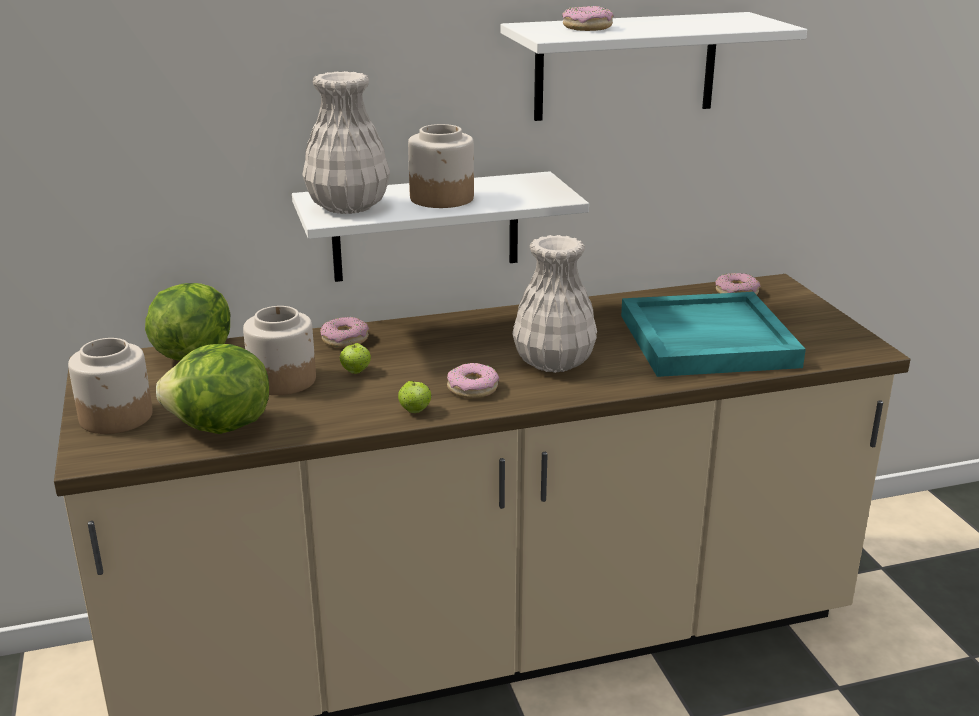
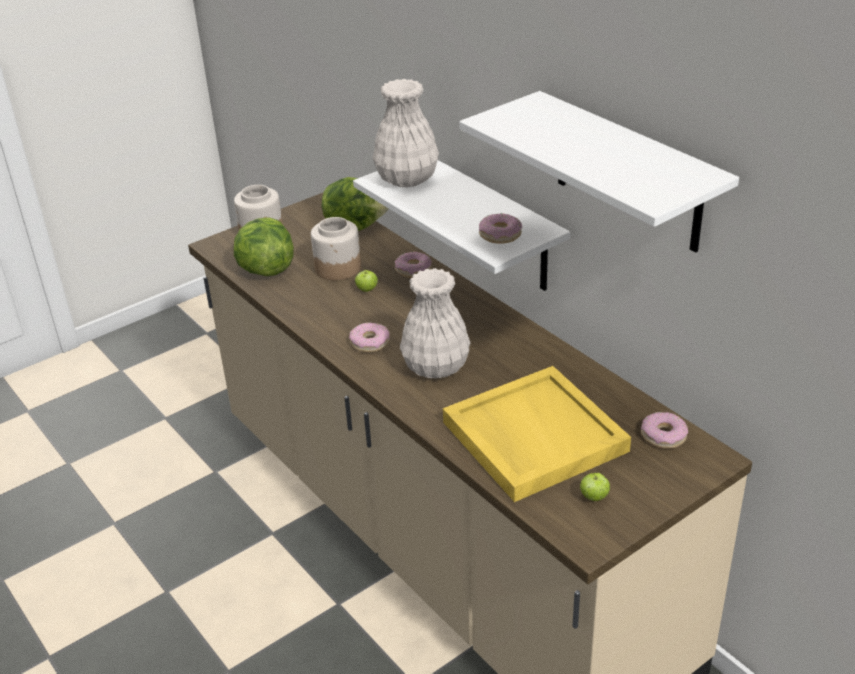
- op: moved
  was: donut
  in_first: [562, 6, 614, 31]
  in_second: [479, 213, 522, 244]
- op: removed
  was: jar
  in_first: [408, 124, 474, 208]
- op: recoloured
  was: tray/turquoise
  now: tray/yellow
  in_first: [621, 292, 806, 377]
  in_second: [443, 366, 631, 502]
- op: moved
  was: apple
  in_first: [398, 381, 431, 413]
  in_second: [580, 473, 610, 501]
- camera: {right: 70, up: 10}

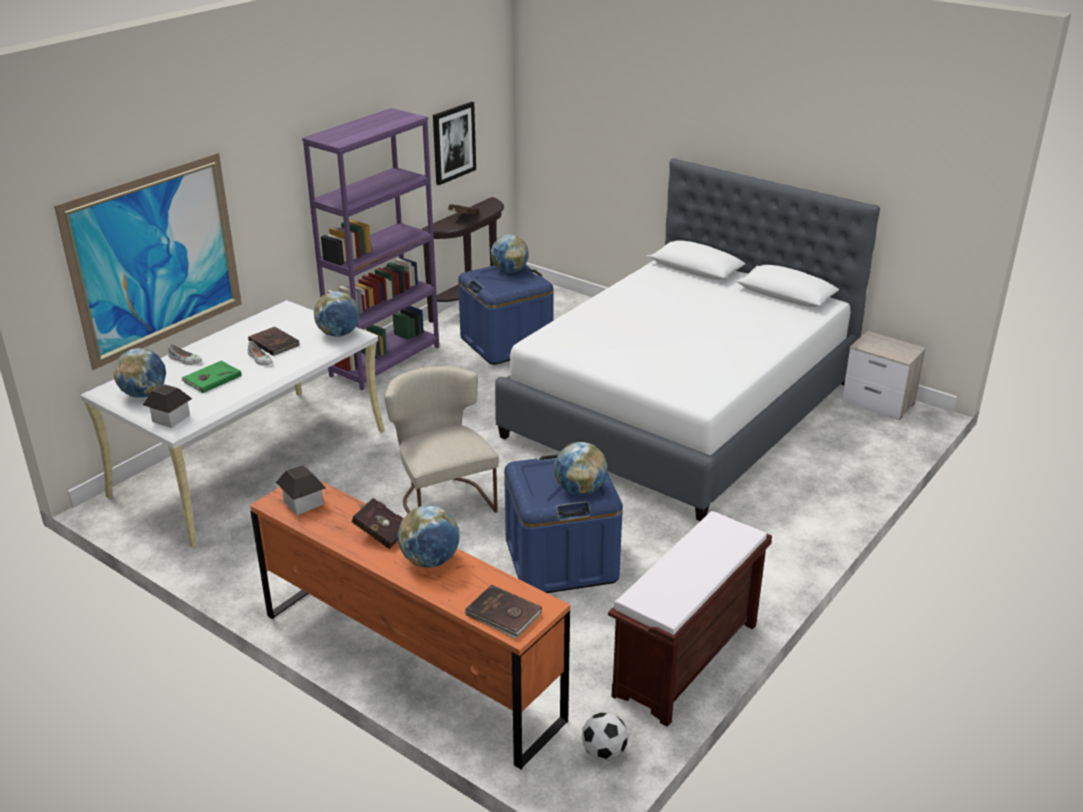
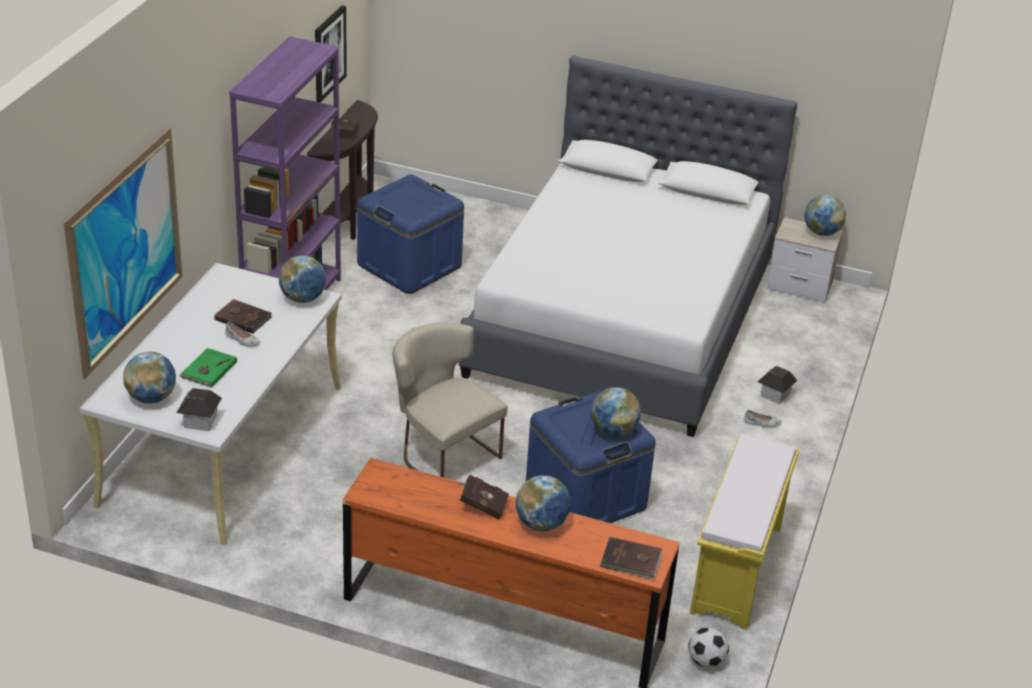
- op: moved
  was: globe
  in_first: [491, 234, 529, 273]
  in_second: [804, 195, 846, 236]
- op: moved
  was: shoe/white
  in_first: [168, 344, 202, 365]
  in_second: [744, 410, 782, 428]
- op: moved
  was: toy house
  in_first: [276, 465, 326, 515]
  in_second: [758, 366, 798, 404]
- op: recoloured
  was: bench/brown
  now: bench/yellow
  in_first: [608, 511, 772, 727]
  in_second: [690, 434, 799, 630]
- camera: {right: -20, up: 5}

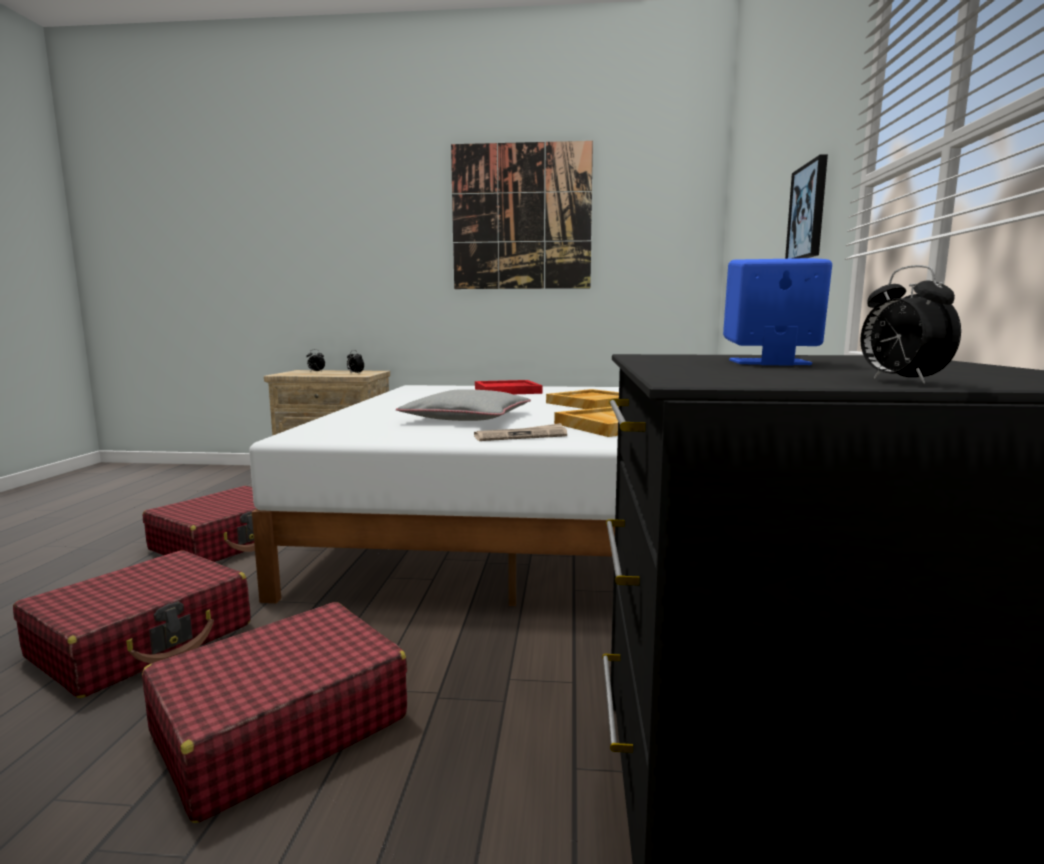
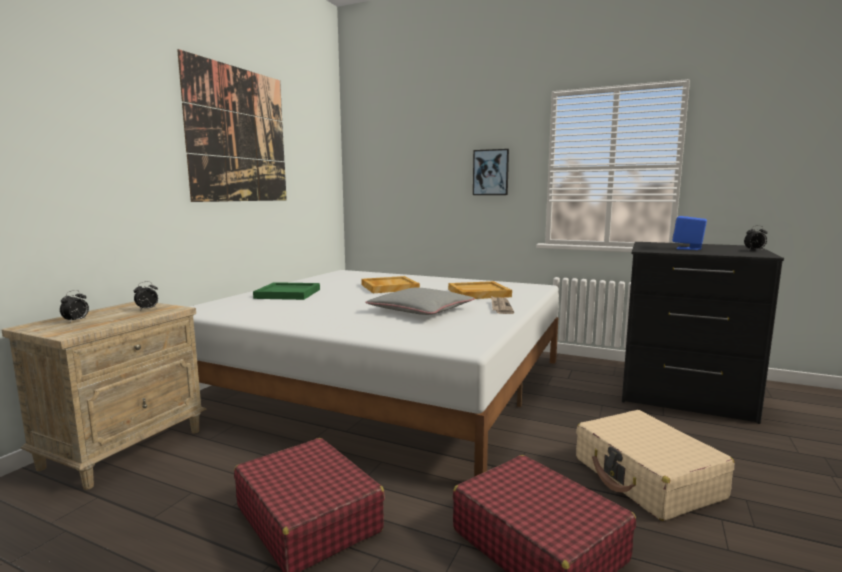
- op: recoloured
  was: tray/red
  now: tray/green
  in_first: [475, 380, 542, 394]
  in_second: [253, 282, 320, 300]
- op: recoloured
  was: suitcase/red
  now: suitcase/beige
  in_first: [142, 602, 407, 823]
  in_second: [576, 410, 734, 521]
- camera: {right: -70, up: 0}

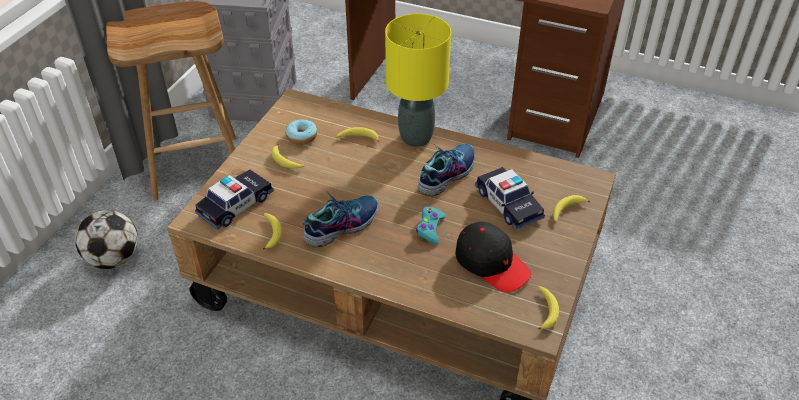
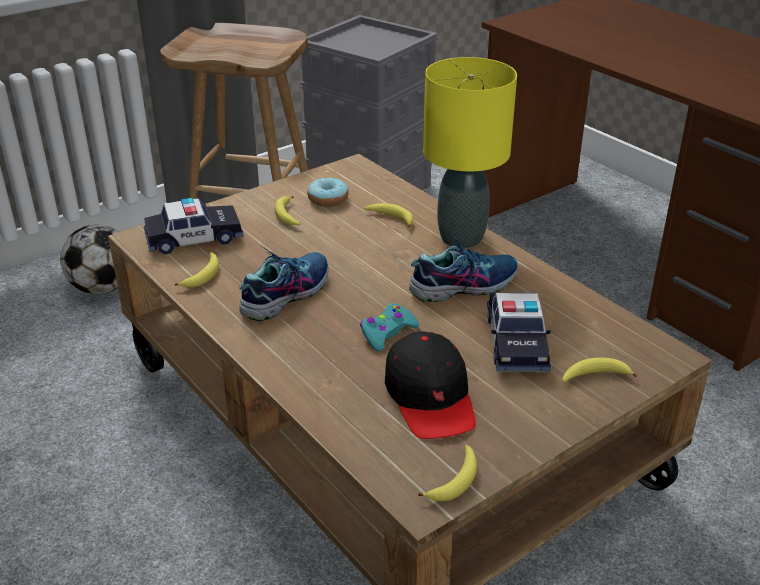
- op: turned
  was: shoe
  in_first: [302, 191, 378, 247]
  in_second: [239, 246, 329, 321]
  clockwise: -45
- camera: {right: 30, up: -10}

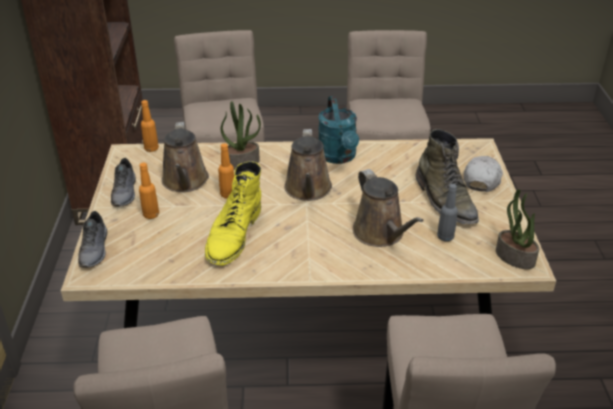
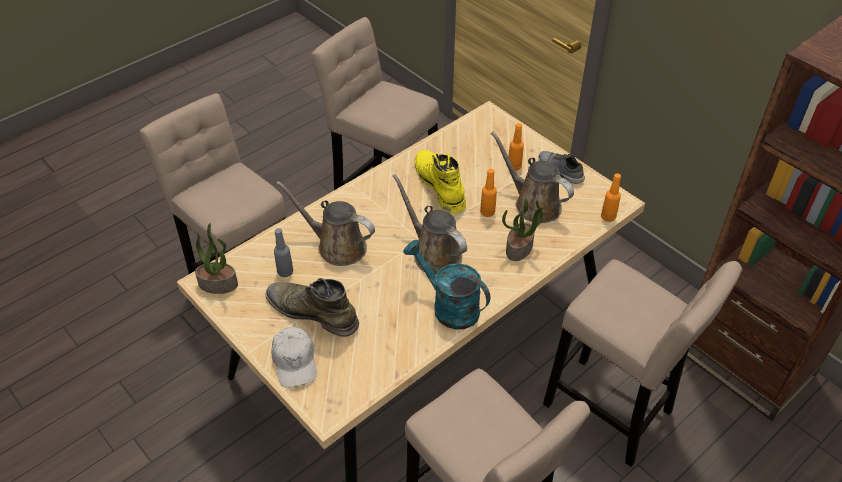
- op: removed
  was: shoe/grey
  in_first: [78, 211, 107, 268]
- camera: {right: 140, up: 10}

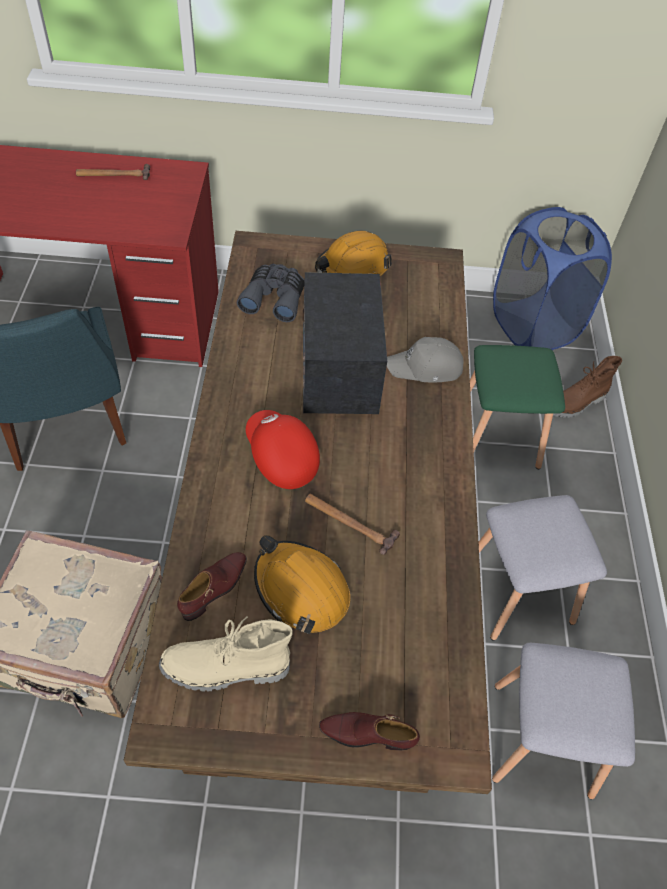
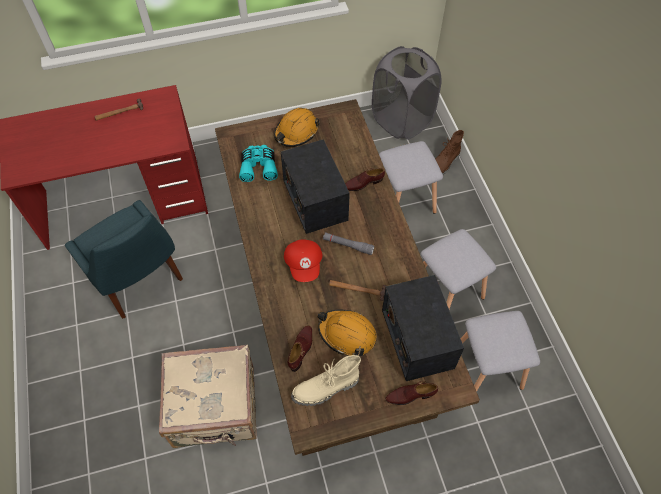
- op: recoloured
  was: laundry basket/blue
  now: laundry basket/grey
  in_first: [493, 207, 612, 350]
  in_second: [372, 46, 442, 140]
- op: recoloured
  was: binoculars/grey
  now: binoculars/turquoise
  in_first: [237, 264, 305, 322]
  in_second: [239, 145, 278, 182]
- op: replaced
  was: cap/grey
  now: shoe/brown
  in_first: [387, 337, 464, 383]
  in_second: [346, 168, 385, 191]
- op: recoloured
  was: stool/green
  now: stool/grey
  in_first: [470, 345, 565, 469]
  in_second: [379, 141, 443, 214]
- op: turned
  was: cap/red
  in_first: [246, 410, 320, 489]
  in_second: [284, 239, 322, 282]
  clockwise: -135
- op: added
  now: flashlight/grey
  in_second: [323, 232, 374, 255]
- op: added
  now: radio
  in_second: [382, 275, 464, 381]
- camera: {right: -15, up: 5}

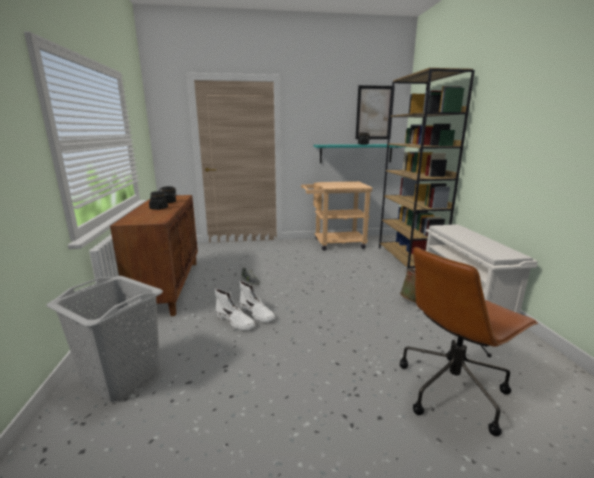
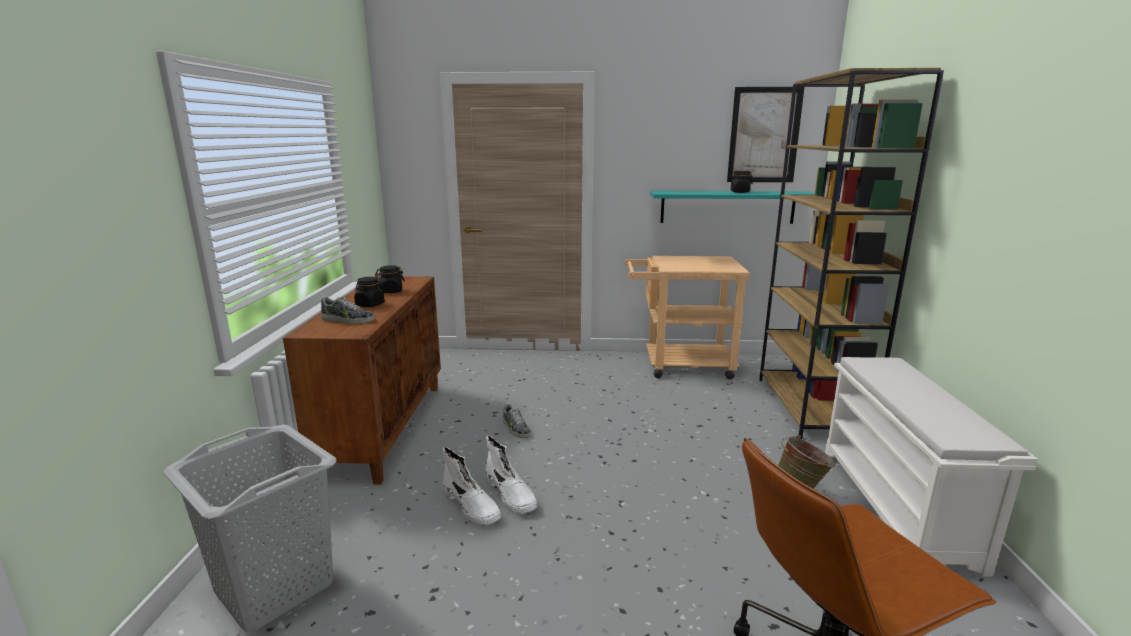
- op: added
  now: shoe
  in_second: [321, 296, 375, 324]
- camera: {right: 10, up: 0}

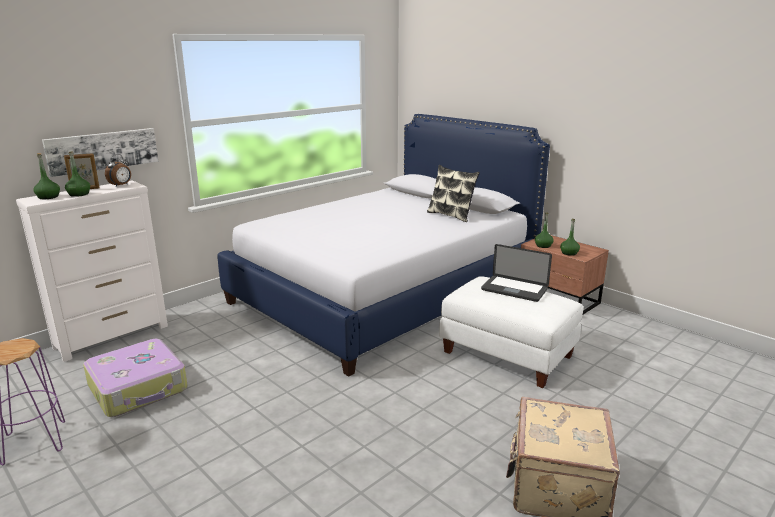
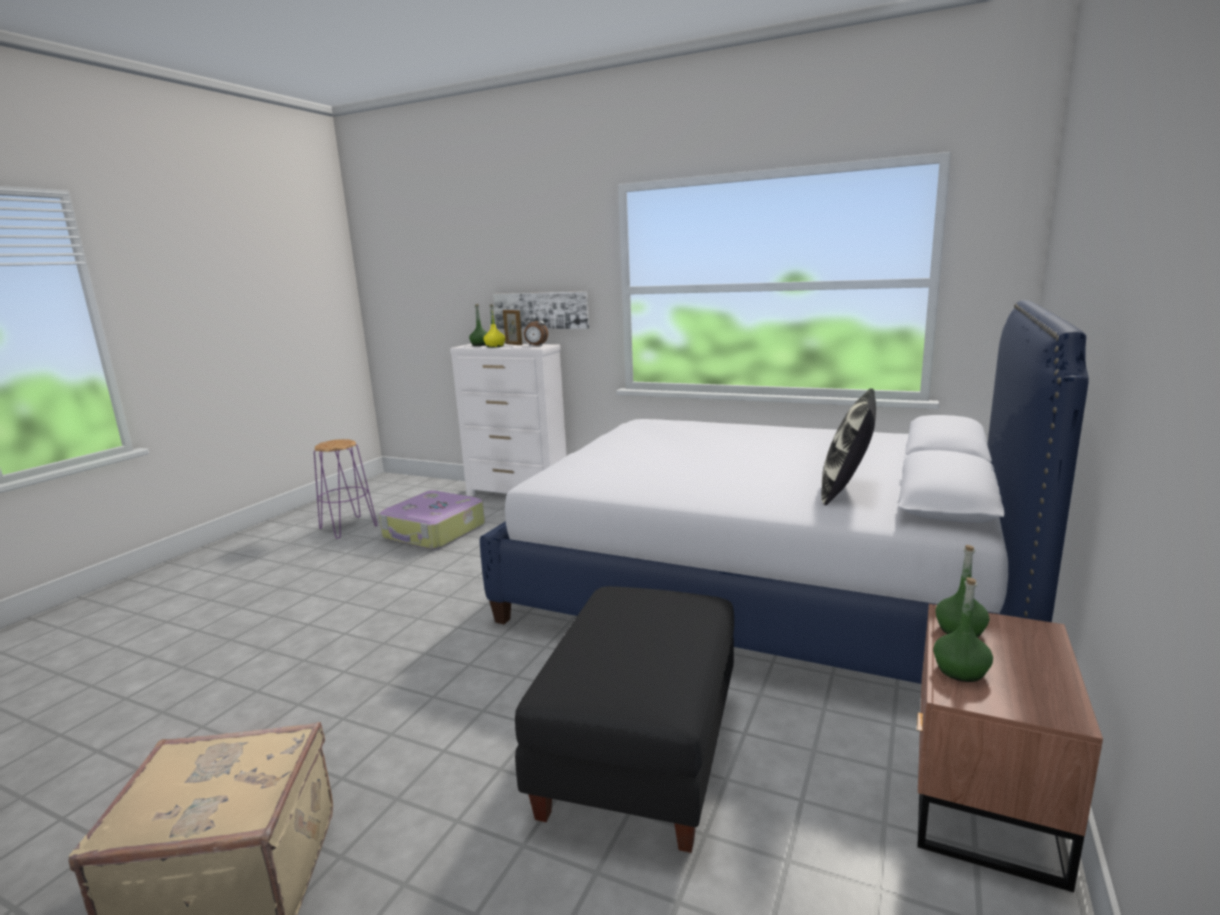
- op: recoloured
  was: bottle/green
  now: bottle/yellow
  in_first: [65, 151, 90, 197]
  in_second: [483, 305, 505, 348]
- op: removed
  was: laptop
  in_first: [481, 244, 552, 302]
- op: recoloured
  was: ottoman/white
  now: ottoman/black
  in_first: [439, 276, 583, 388]
  in_second: [515, 586, 734, 853]
- camera: {right: 70, up: -5}

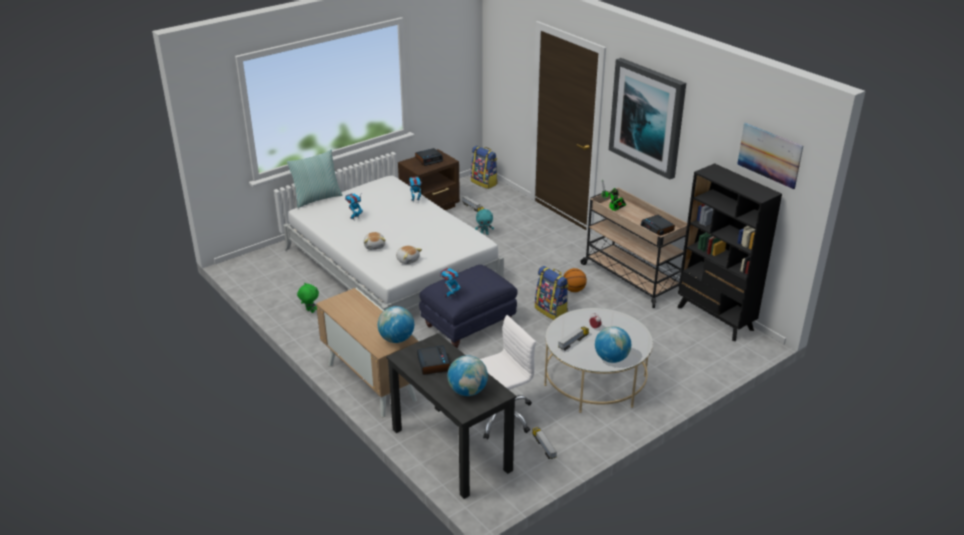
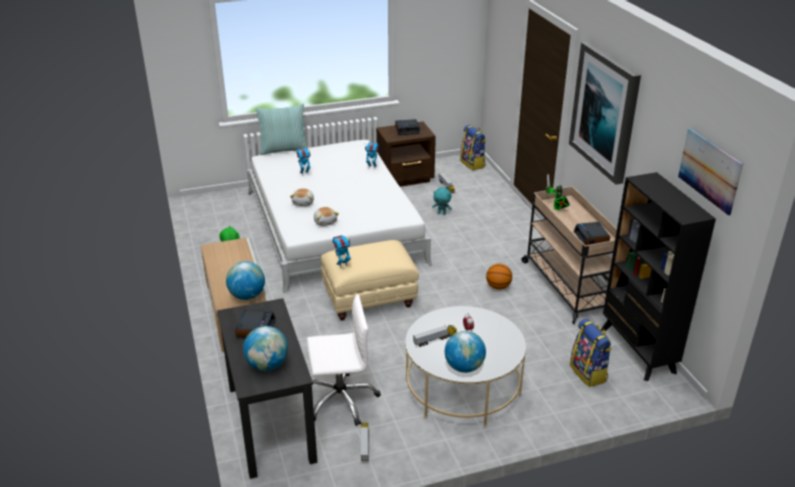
- op: recoloured
  was: ottoman/blue
  now: ottoman/beige
  in_first: [419, 265, 518, 348]
  in_second: [320, 240, 419, 321]
- op: moved
  was: backpack
  in_first: [535, 266, 569, 320]
  in_second: [570, 319, 612, 387]
- camera: {right: 20, up: 0}

